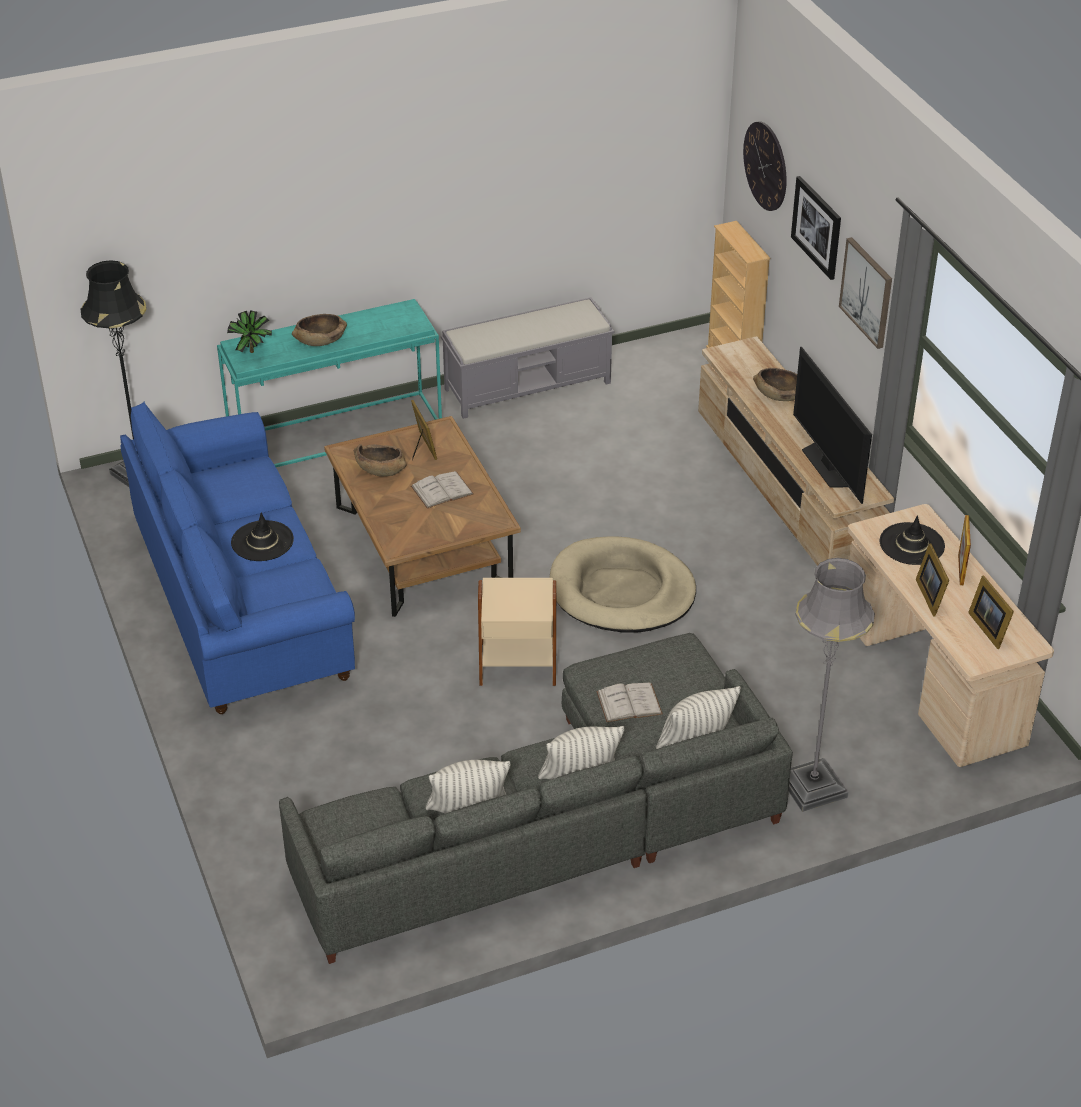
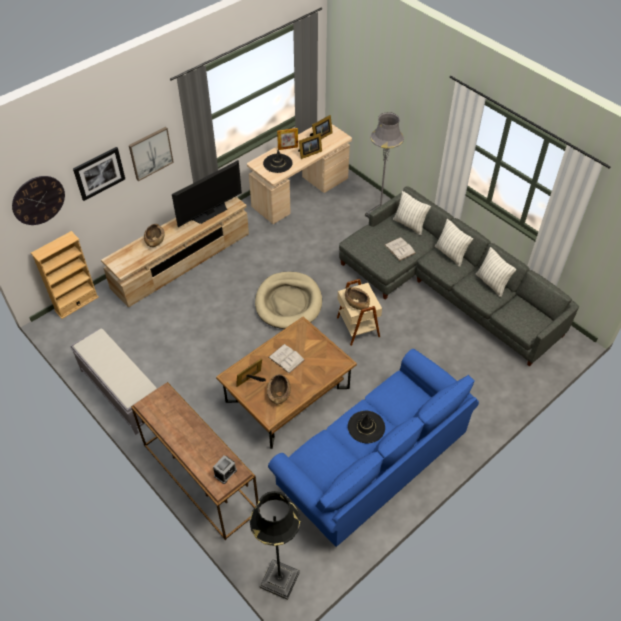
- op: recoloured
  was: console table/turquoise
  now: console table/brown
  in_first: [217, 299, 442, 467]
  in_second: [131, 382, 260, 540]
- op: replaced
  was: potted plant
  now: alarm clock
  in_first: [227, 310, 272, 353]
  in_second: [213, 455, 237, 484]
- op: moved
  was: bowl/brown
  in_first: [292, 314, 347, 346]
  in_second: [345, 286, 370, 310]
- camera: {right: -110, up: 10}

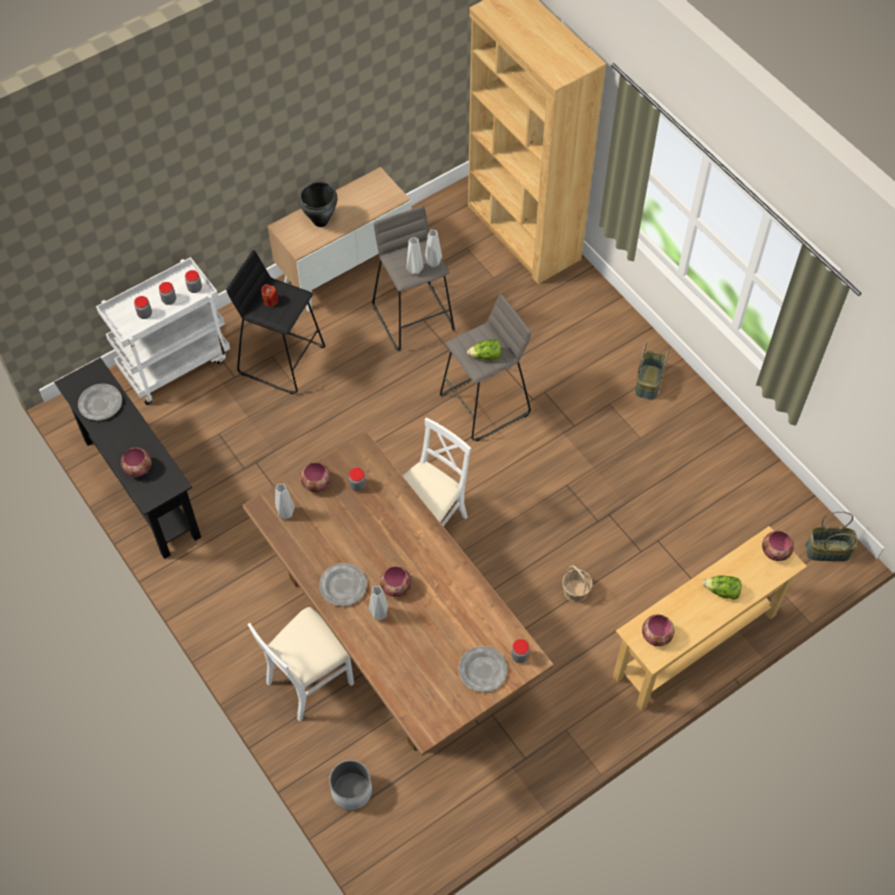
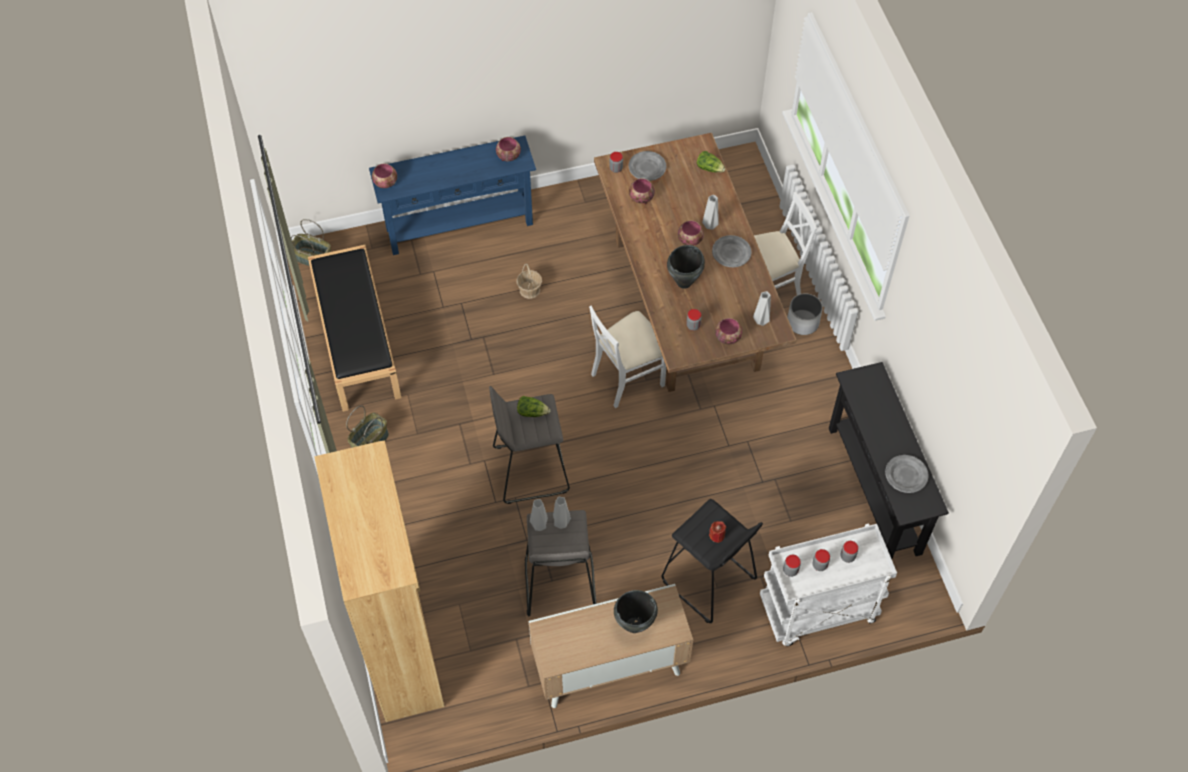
- op: moved
  was: bowl
  in_first: [121, 448, 152, 477]
  in_second: [629, 178, 655, 204]
- op: recoloured
  was: console table/beige
  now: console table/blue
  in_first: [613, 526, 807, 711]
  in_second: [369, 136, 536, 255]
- op: moved
  was: lettuce
  in_first: [703, 575, 742, 600]
  in_second: [697, 151, 726, 172]
- op: moved
  was: planter/white
  in_first: [329, 760, 372, 810]
  in_second: [787, 293, 823, 335]
- op: added
  now: bench/black
  in_second: [308, 245, 402, 412]
- op: added
  now: cooking pot/black
  in_second: [667, 245, 705, 289]
- camera: {right: -160, up: 0}

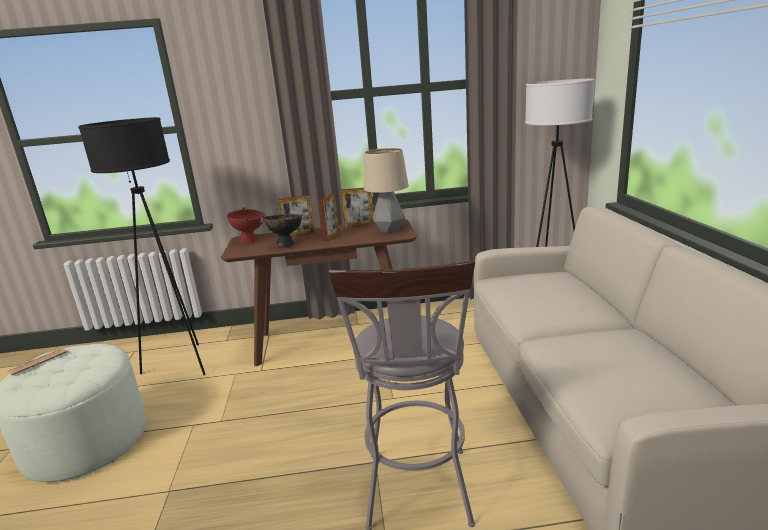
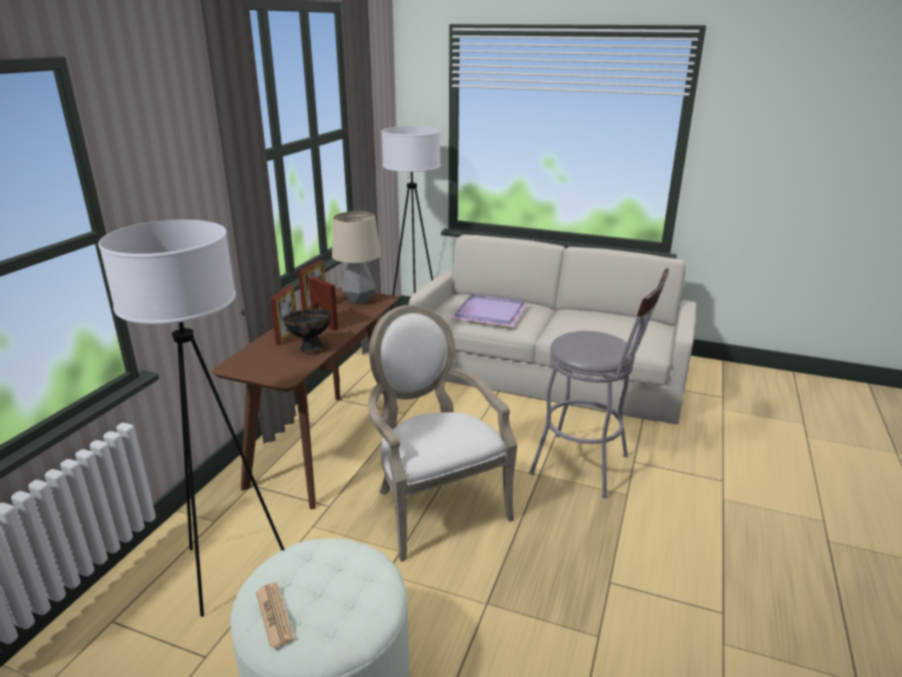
- op: recoloured
  was: floor lamp/black
  now: floor lamp/white
  in_first: [78, 117, 206, 375]
  in_second: [98, 220, 285, 617]
- op: removed
  was: bowl/red
  in_first: [227, 207, 265, 243]
- op: added
  now: tray/purple
  in_second: [450, 293, 528, 327]
- op: added
  now: armchair
  in_second: [368, 305, 517, 562]
- camera: {right: -65, up: 5}

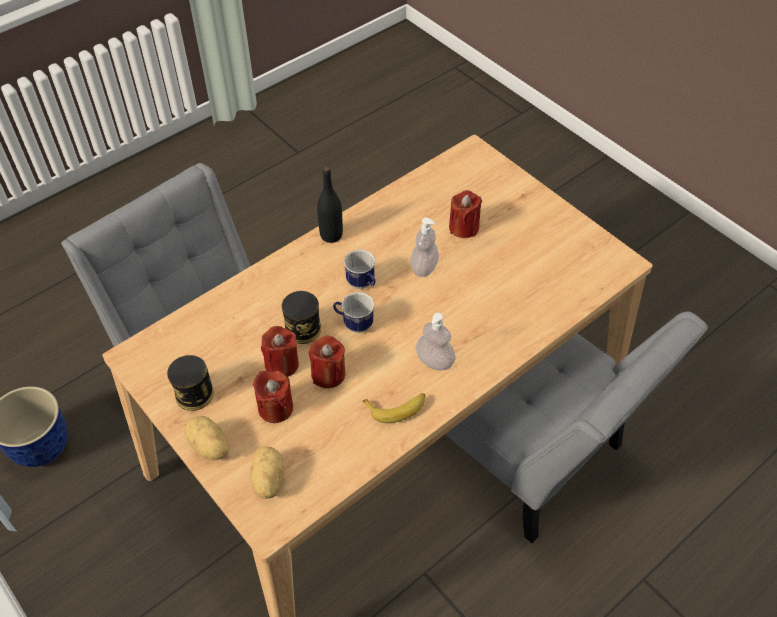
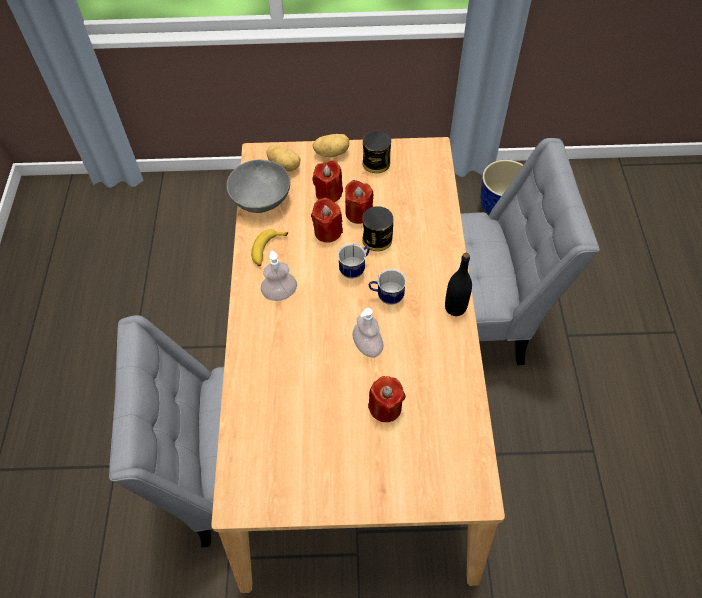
- op: added
  now: bowl/grey
  in_second: [227, 160, 290, 213]
- camera: {right: 130, up: 5}

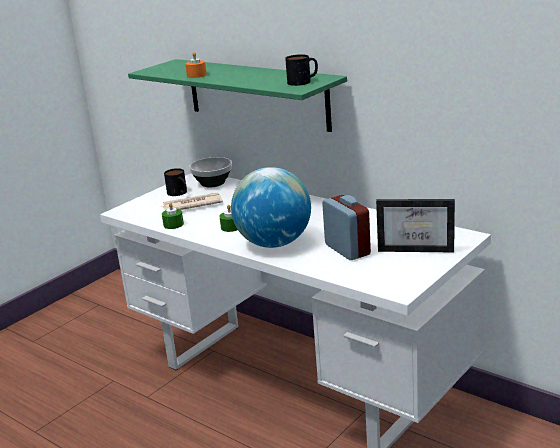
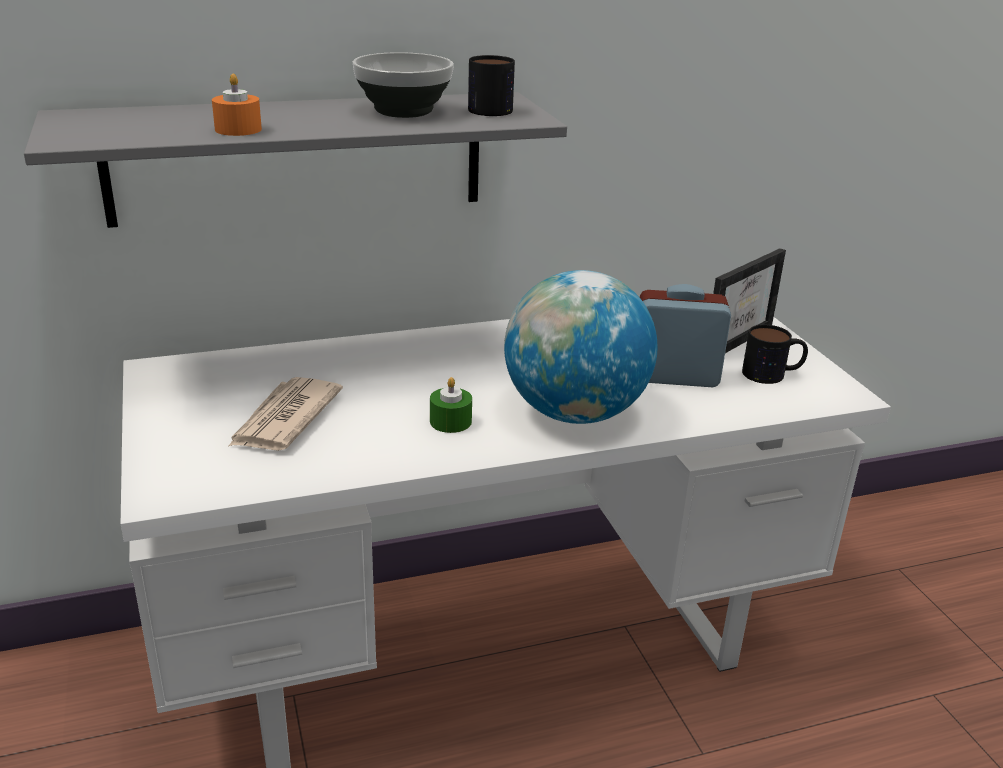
- op: recoloured
  was: shelf/green
  now: shelf/grey
  in_first: [128, 59, 347, 132]
  in_second: [24, 92, 567, 228]
- op: moved
  was: bowl
  in_first: [189, 157, 232, 187]
  in_second: [353, 52, 454, 118]
- op: moved
  was: mug
  in_first: [164, 168, 187, 196]
  in_second: [742, 324, 808, 384]
- op: removed
  was: candle/green
  in_first: [162, 202, 184, 229]
- camera: {right: -60, up: 5}

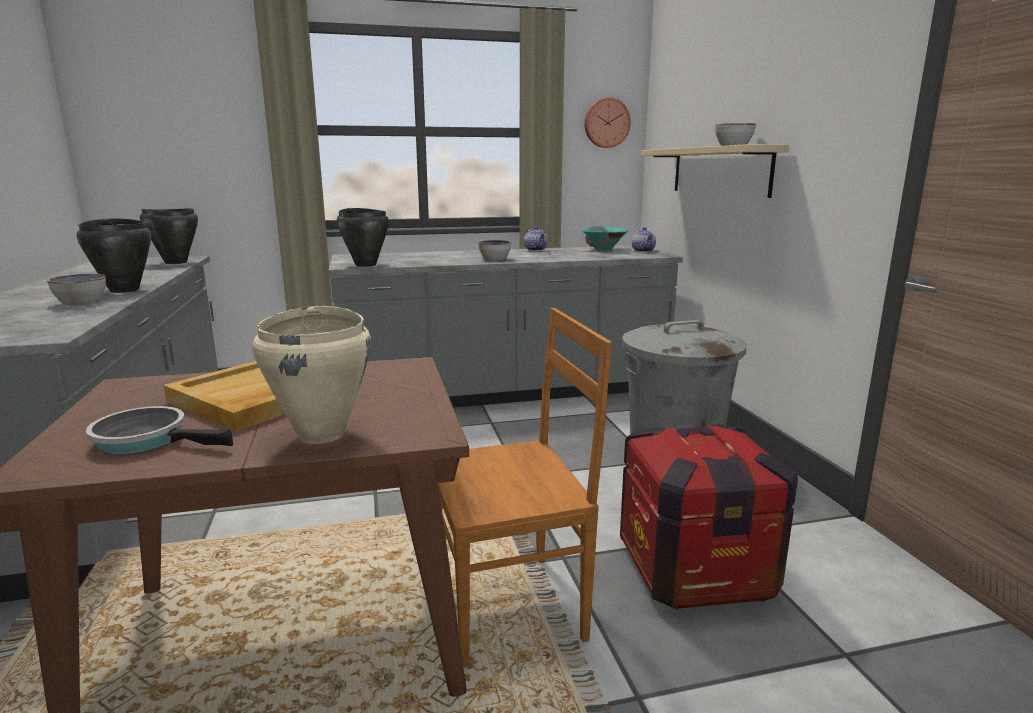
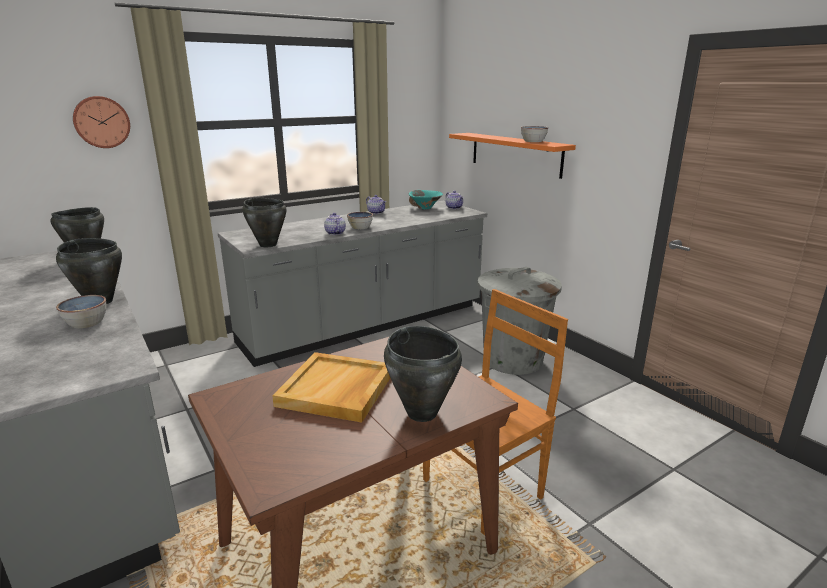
- op: moved
  was: wall clock
  in_first: [584, 97, 631, 148]
  in_second: [73, 96, 130, 148]
- op: recoloured
  was: shelf/beige
  now: shelf/orange
  in_first: [641, 144, 789, 198]
  in_second: [449, 133, 576, 179]
- op: recoloured
  was: cooking pot/beige
  now: cooking pot/black
  in_first: [252, 306, 371, 444]
  in_second: [384, 326, 462, 422]
- op: removed
  was: frying pan
  in_first: [86, 406, 233, 454]
- op: removed
  was: crate
  in_first: [620, 424, 798, 609]
- op: added
  now: teapot
  in_second: [324, 213, 346, 235]
- camera: {right: -20, up: 5}

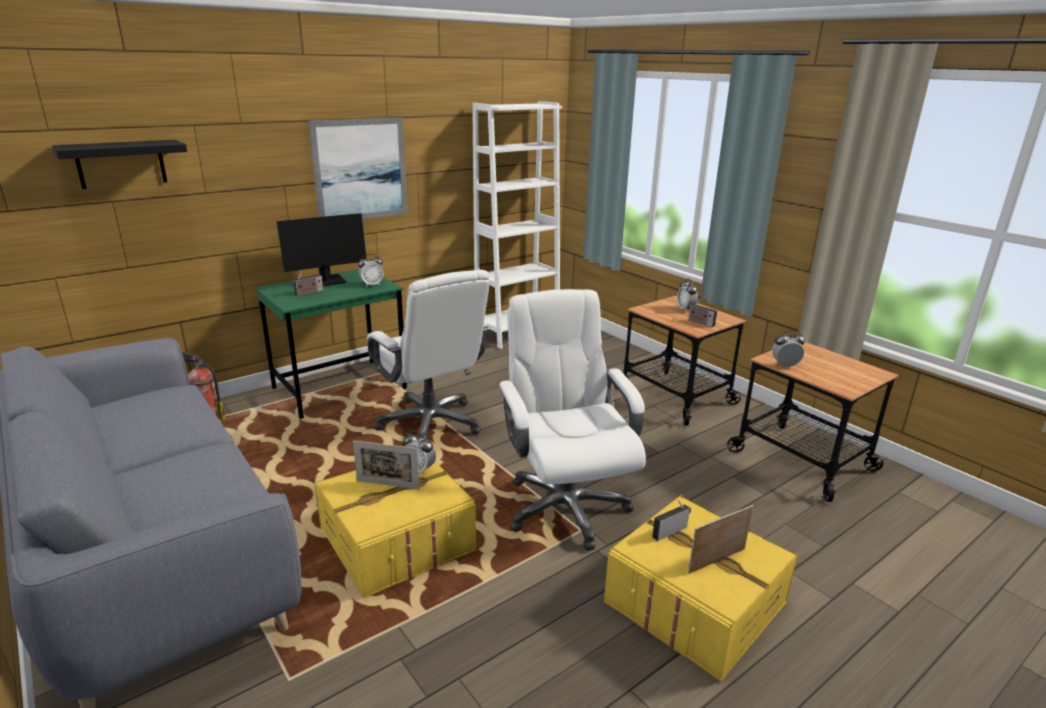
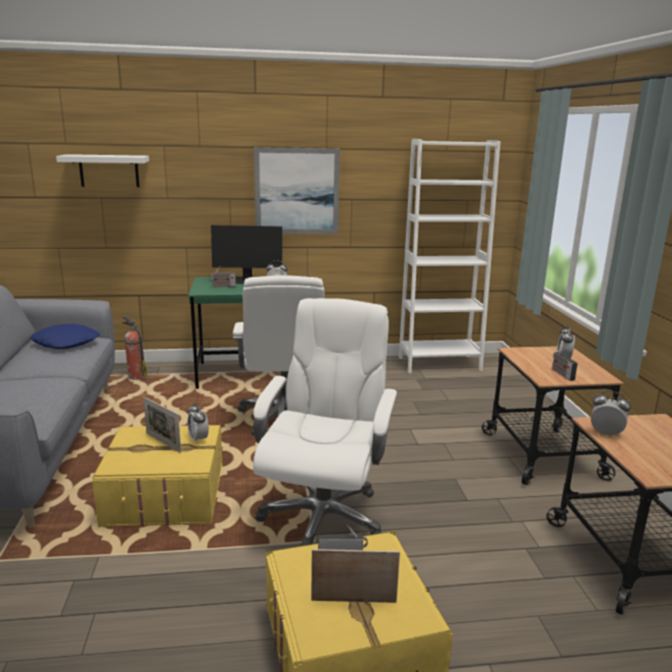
- op: recoloured
  was: shelf/black
  now: shelf/white
  in_first: [52, 140, 187, 189]
  in_second: [56, 154, 149, 187]
- op: added
  now: pillow/blue
  in_second: [30, 324, 100, 349]
- camera: {right: 30, up: -5}

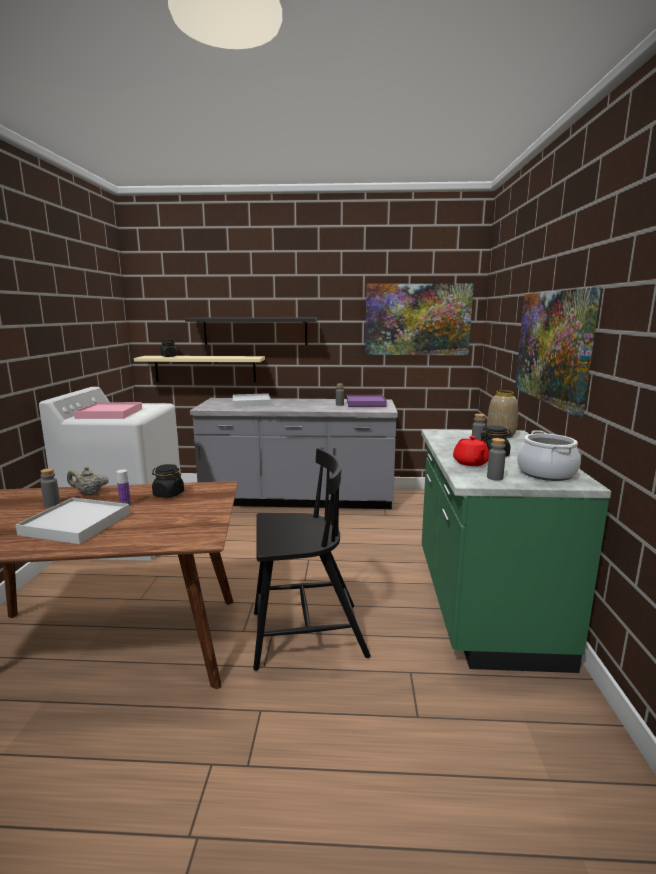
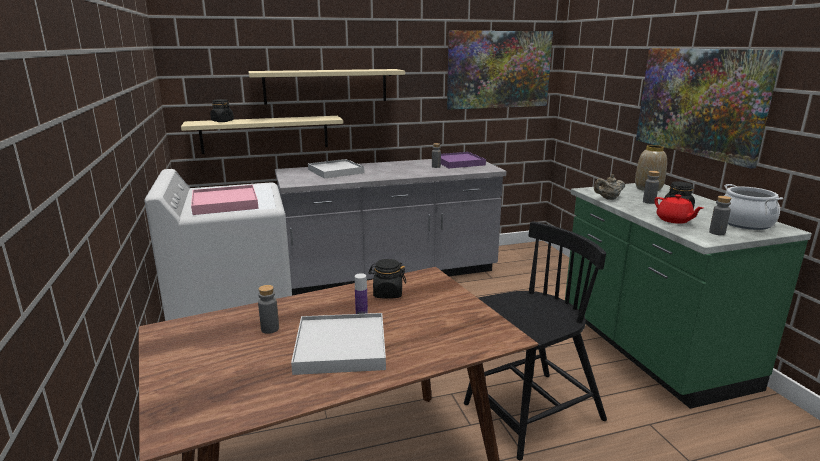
- op: recoloured
  was: shelf/black
  now: shelf/beige
  in_first: [185, 318, 317, 345]
  in_second: [248, 69, 405, 105]
- op: moved
  was: teapot/beige
  in_first: [67, 467, 109, 495]
  in_second: [594, 174, 625, 200]
- camera: {right: -20, up: 5}

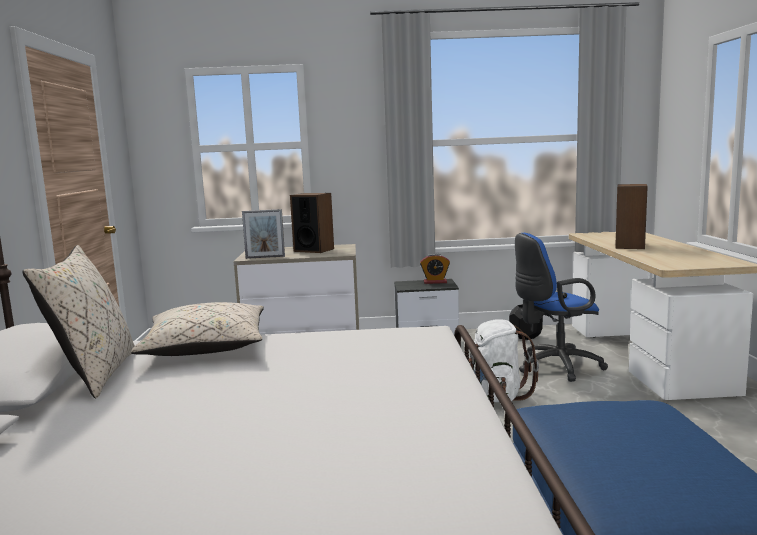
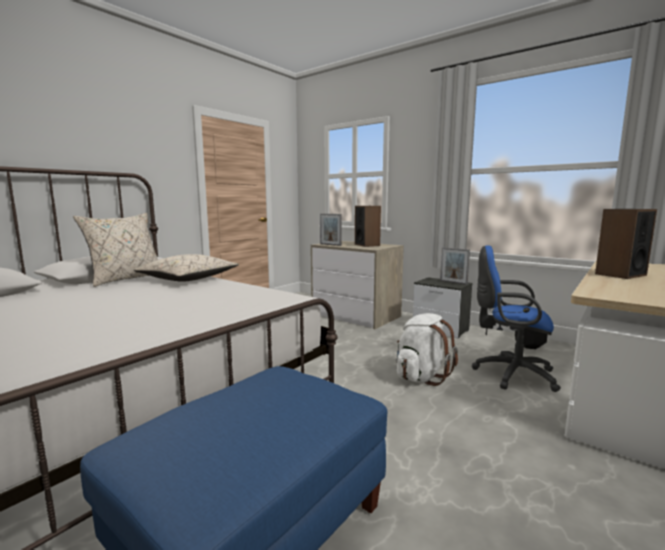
- op: replaced
  was: alarm clock
  now: picture frame
  in_first: [420, 253, 450, 284]
  in_second: [440, 247, 470, 285]
- camera: {right: 40, up: 0}

